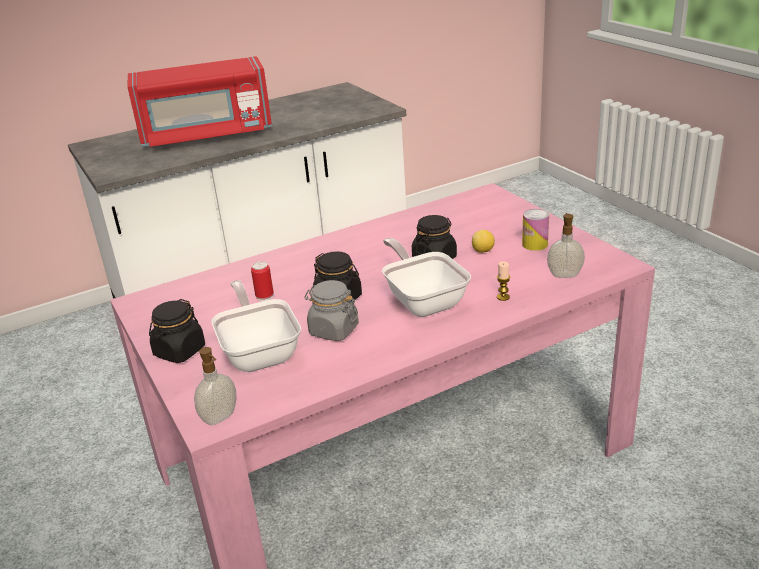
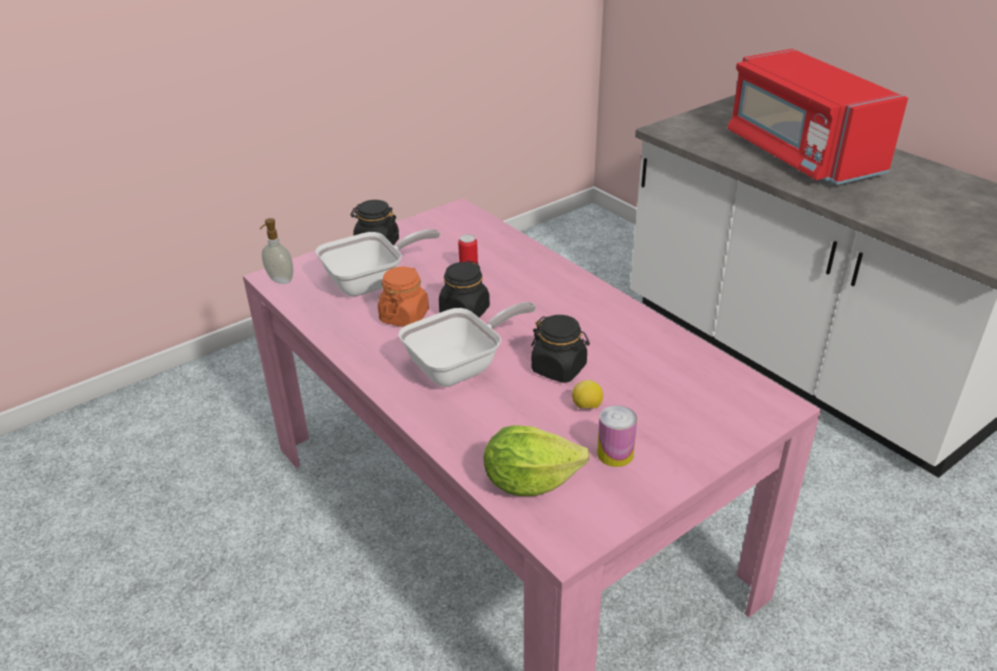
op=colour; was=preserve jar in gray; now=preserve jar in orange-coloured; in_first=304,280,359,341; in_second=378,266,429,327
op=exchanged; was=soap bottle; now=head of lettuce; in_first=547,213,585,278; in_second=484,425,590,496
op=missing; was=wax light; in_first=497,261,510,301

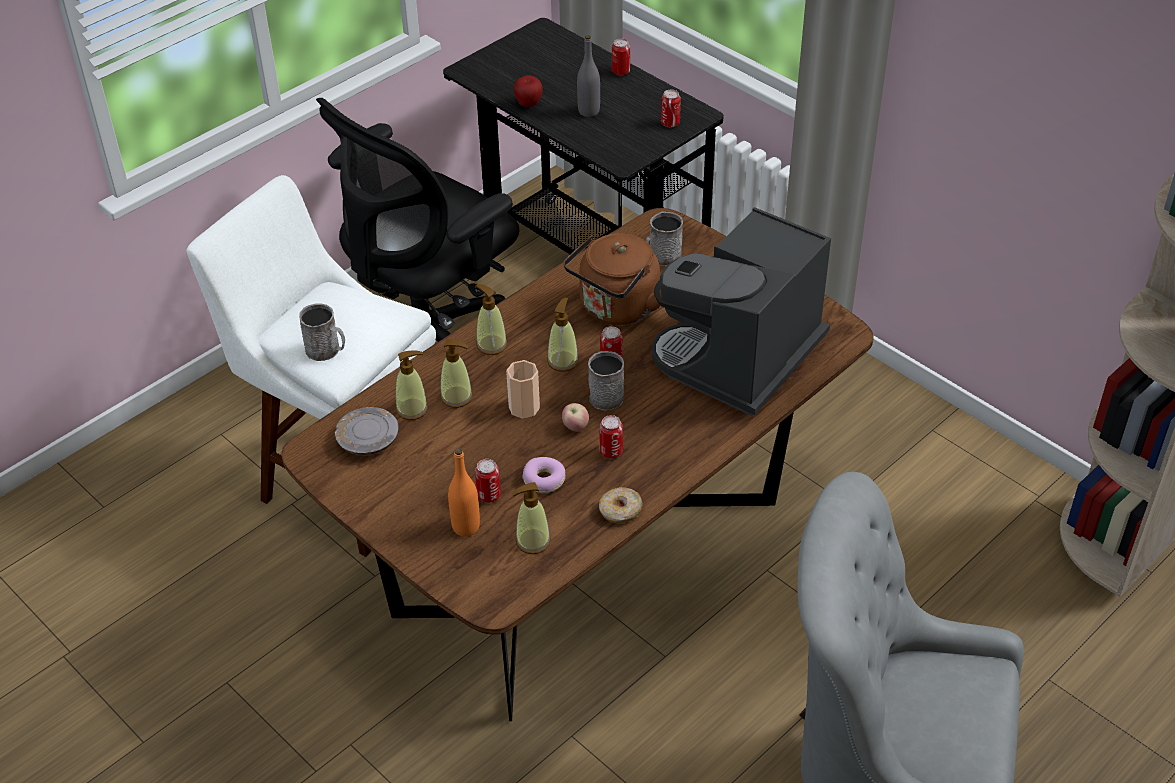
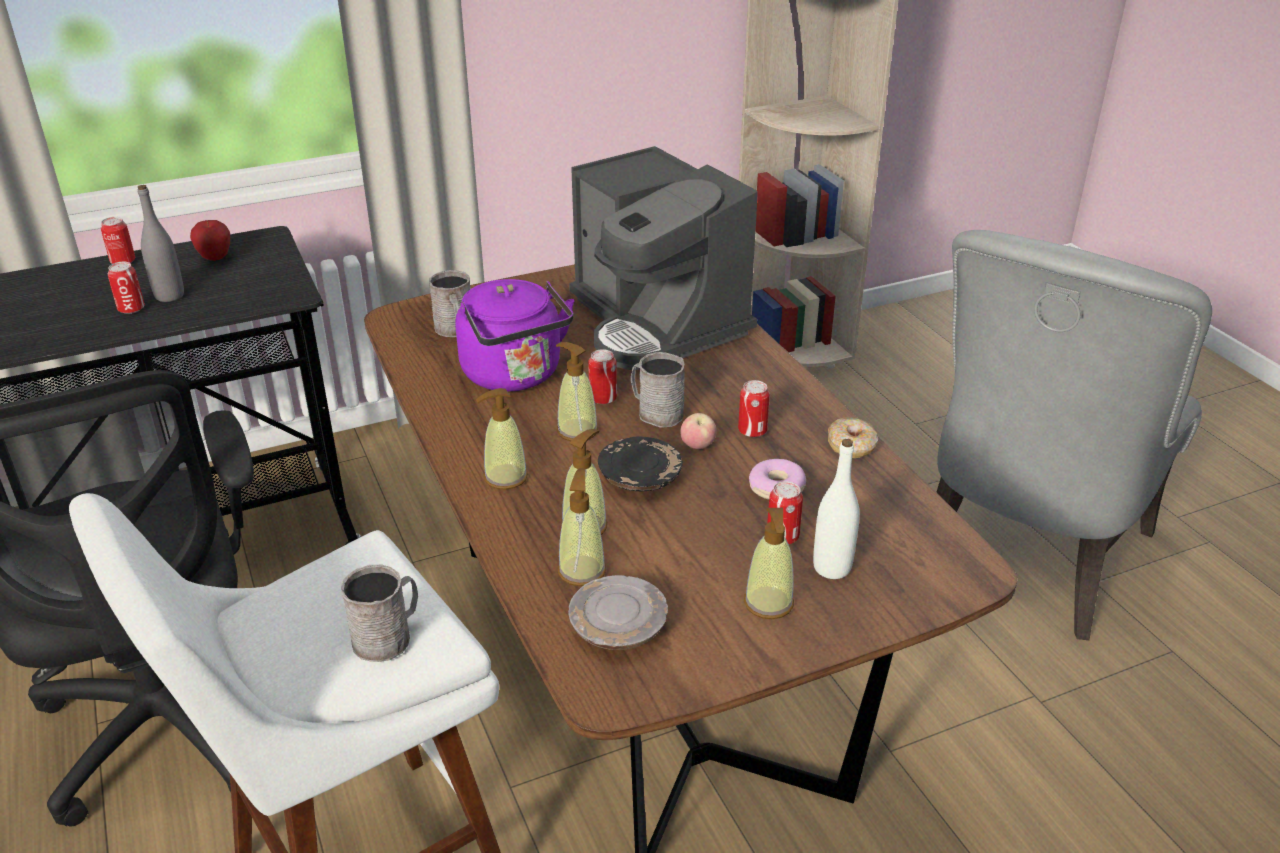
op=relocated; was=can; in_first=661,90,681,127; in_second=108,262,145,314
op=relocated; was=apple fruit; in_first=513,75,543,108; in_second=190,220,230,261
op=colour; was=water kettle in brown-coloured; now=water kettle in purple-coloured; in_first=564,233,662,325; in_second=455,279,574,391
op=exchanged; was=drinking cup; now=plate in blackish; in_first=506,360,540,419; in_second=598,436,683,491
op=relocated; was=soap bottle; in_first=512,482,551,554; in_second=744,508,794,619
op=colour; was=drink bottle in orange-coloured; now=drink bottle in white; in_first=448,448,480,537; in_second=813,439,860,579

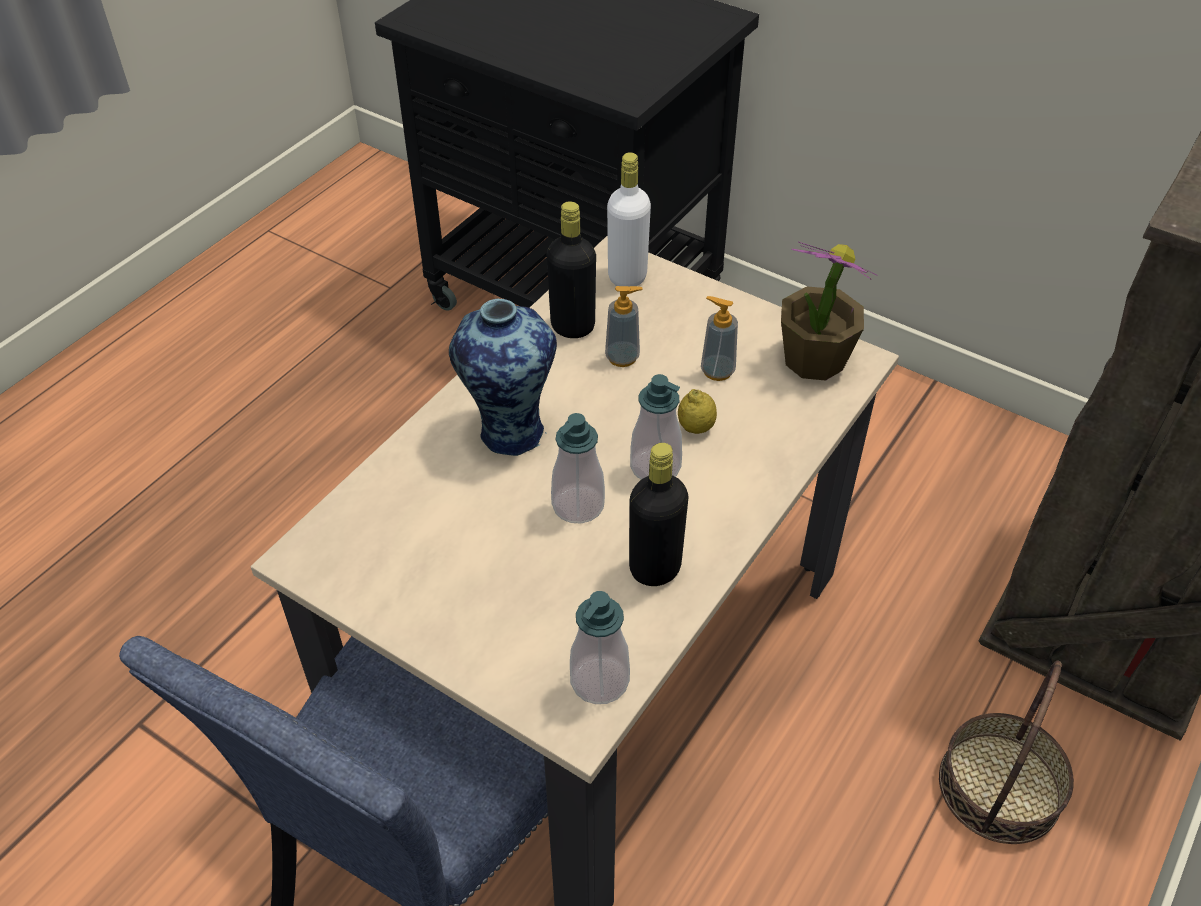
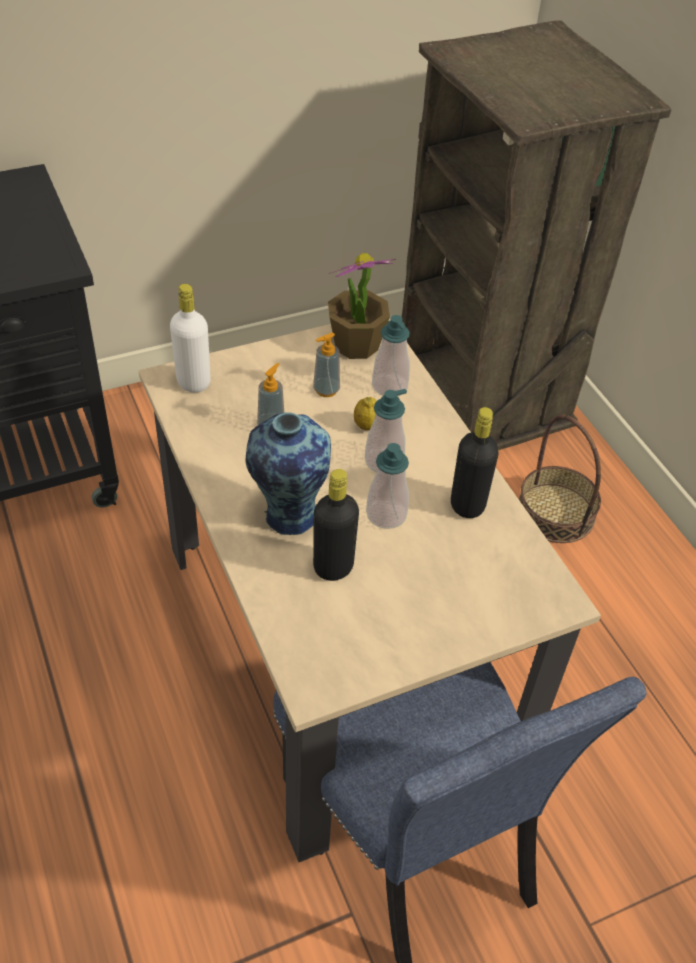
op=relocated; was=drink bottle in blackish; in_first=547,201,596,338; in_second=313,469,359,581
op=relocated; was=soap bottle; in_first=570,591,630,704; in_second=372,315,410,396

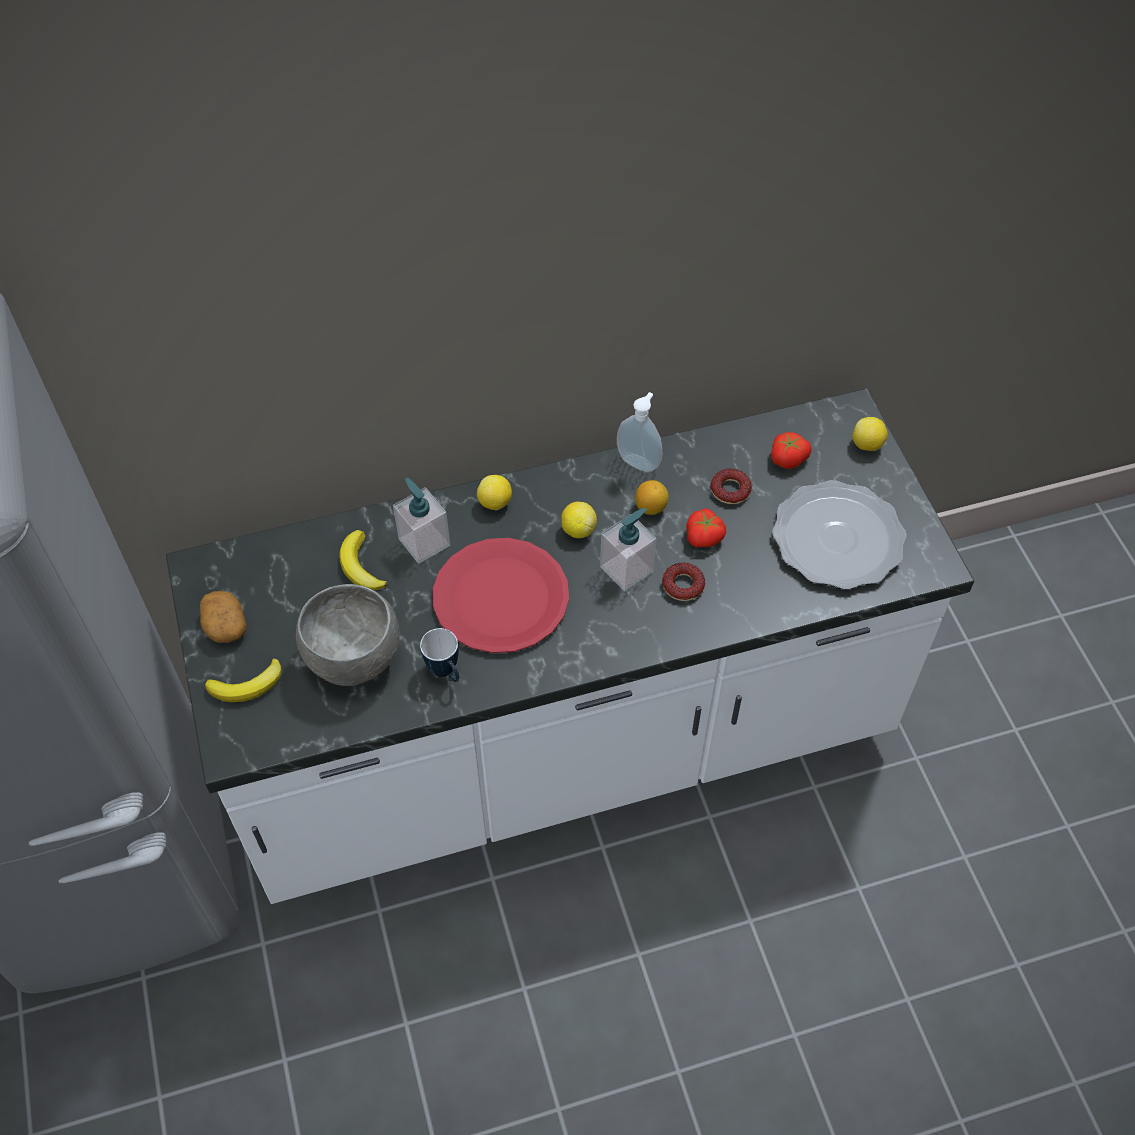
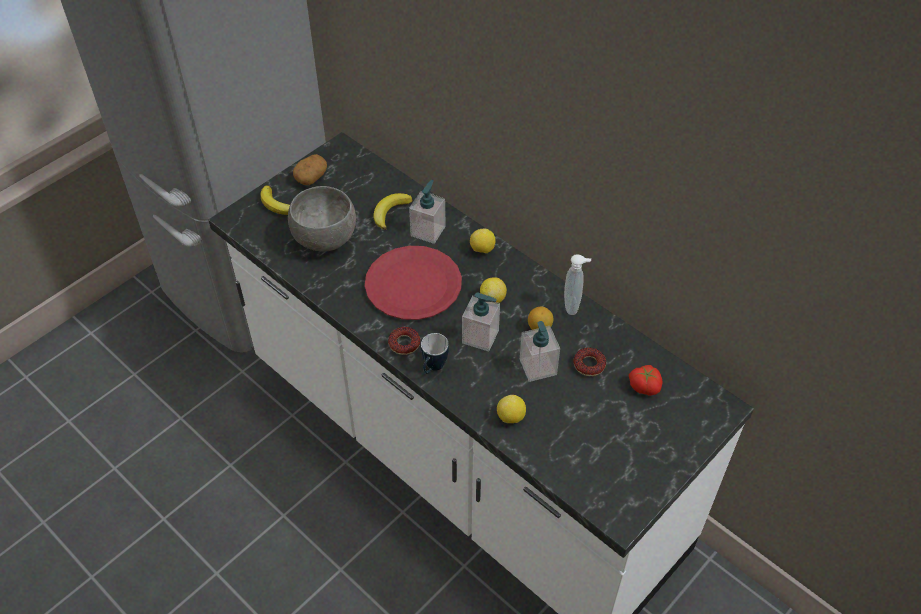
op=relocated; was=doughnut; in_first=662,563,705,601; in_second=388,327,420,355
op=relocated; was=coffee mug; in_first=420,628,459,682; in_second=421,333,449,374
op=relocated; was=whole lemon; in_first=853,417,888,451; in_second=497,395,526,423
op=exchanged; was=tomato; now=soap bottle; in_first=686,508,726,548; in_second=520,321,560,382
op=missing; was=plate; in_first=772,480,907,589

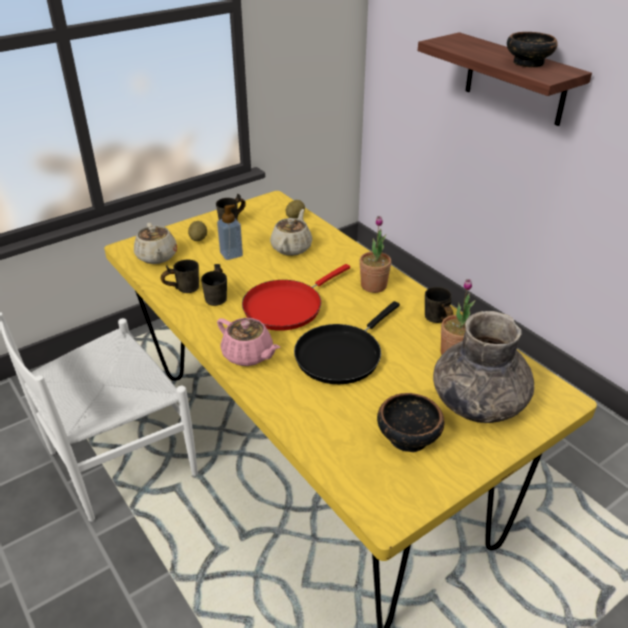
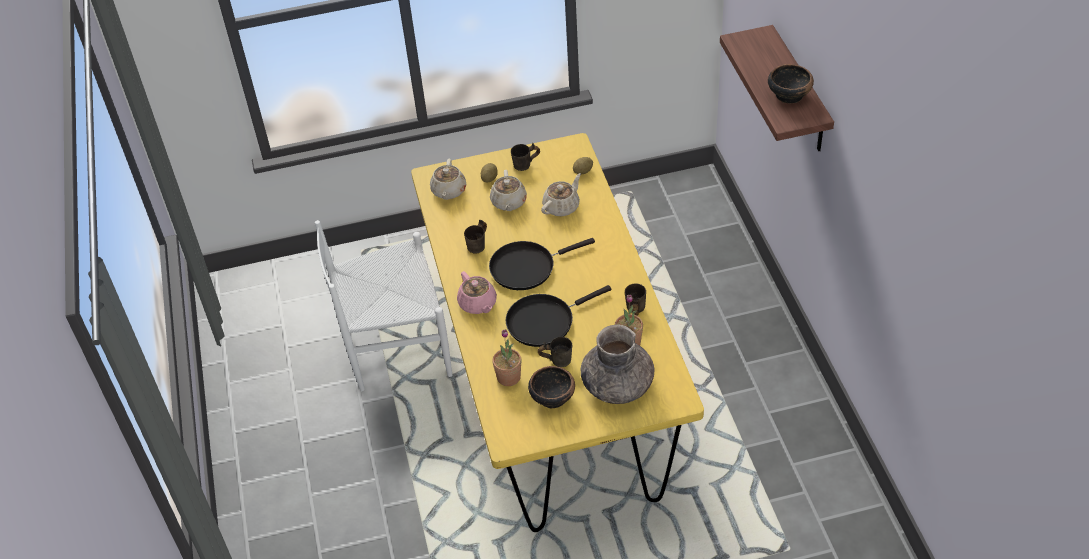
op=colour; was=frying pan in red; now=frying pan in blackish; in_first=242,264,350,331; in_second=489,238,595,290
op=exchanged; was=soap bottle; now=tea pot in beige-coloured; in_first=217,204,243,260; in_second=490,170,527,211
op=relocated; was=plant in a pot; in_first=359,216,391,293; in_second=492,329,521,386
op=relocated; was=coffee mug in gray; in_first=161,260,199,293; in_second=538,337,572,367

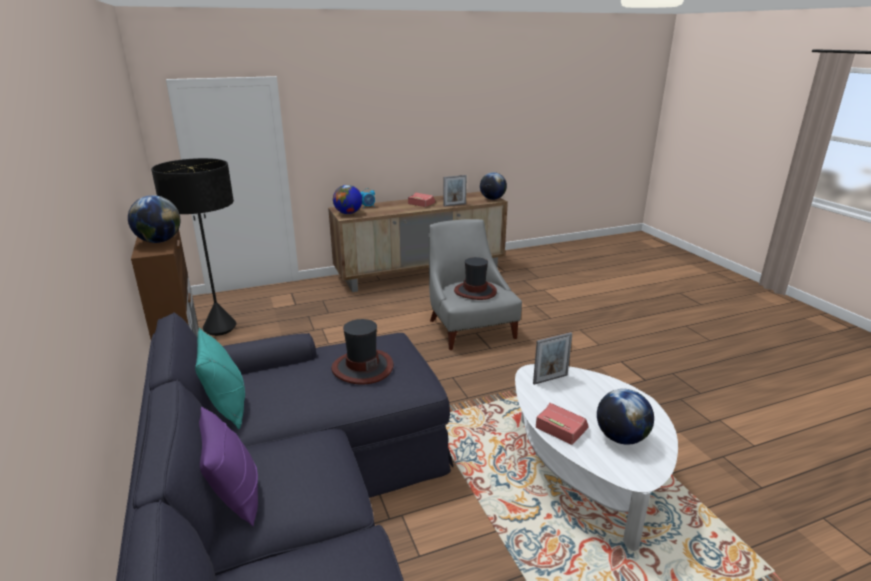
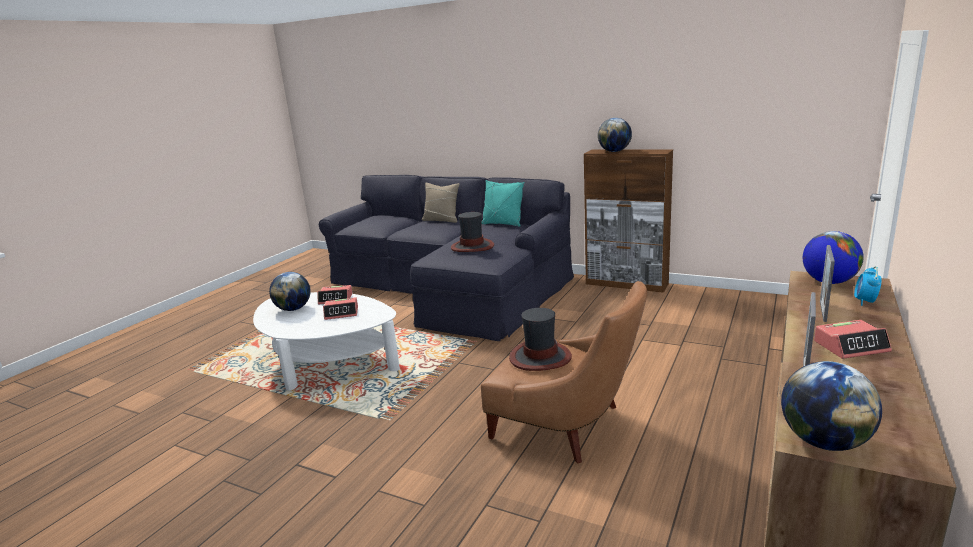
op=appeared; now=table clock; in_second=323,297,358,320
op=colour; was=cushion in purple-coloured; now=cushion in beige-coloured; in_first=199,407,258,526; in_second=422,183,459,223
op=colour; was=easy chair in gray; now=easy chair in brown-coloured; in_first=428,219,522,350; in_second=481,281,647,464
op=relocated; was=photo frame; in_first=533,332,573,385; in_second=820,245,835,322
op=missing; was=standing lamp in blackish; in_first=151,158,236,336

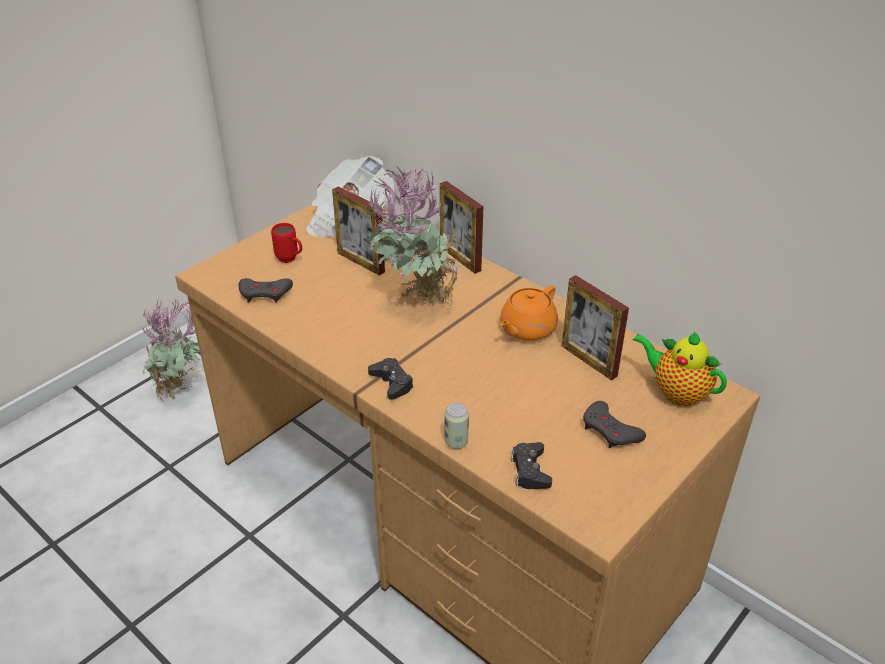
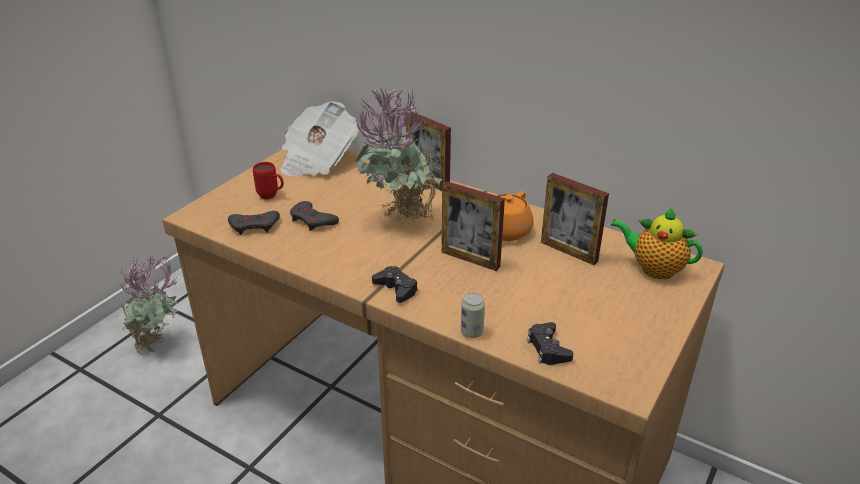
op=relocated; was=game controller in gray; in_first=583,401,646,448; in_second=290,201,339,231
op=relocated; was=photo frame; in_first=332,186,385,276; in_second=442,181,505,271

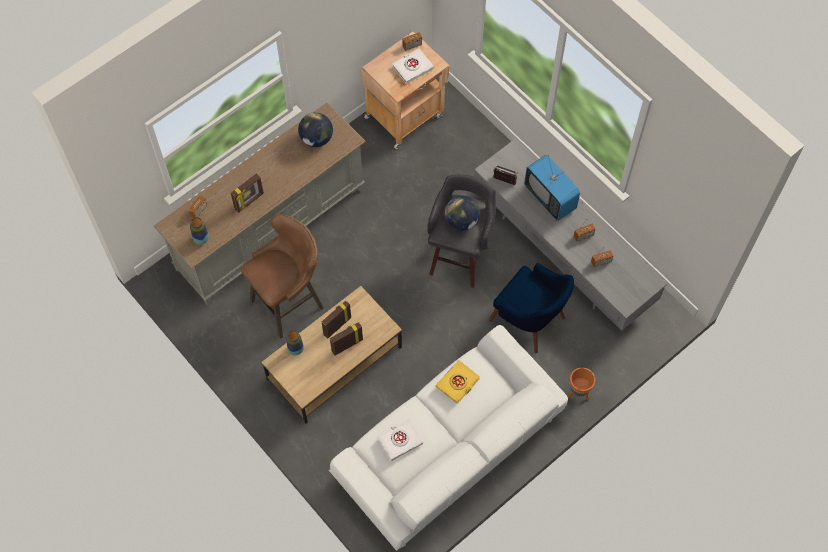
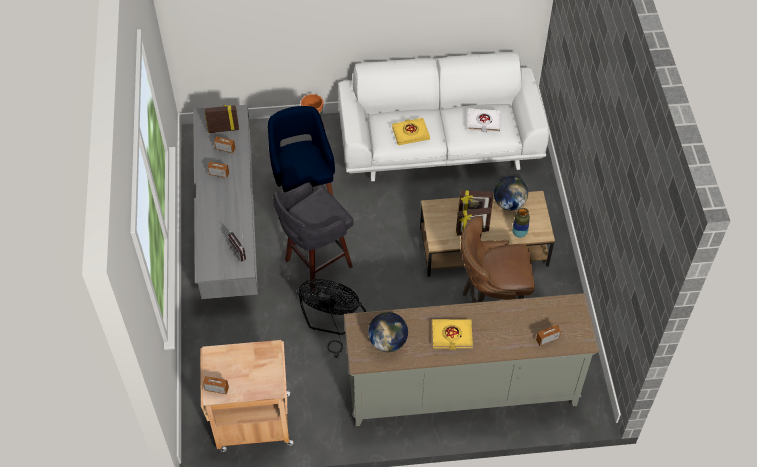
op=relocated; was=photo frame; in_first=231,173,264,213; in_second=204,105,239,133
op=appeared; now=fan in blackish; in_second=296,279,366,358
op=appeared; now=bound book in yellow; in_second=432,319,473,350
op=relocated; was=world globe; in_first=445,196,480,231; in_second=494,176,528,210
op=missing; was=vase; in_first=190,217,209,245
op=missing; was=bound book in white; in_first=392,49,434,84
op=missing; was=television; in_first=524,155,580,221

